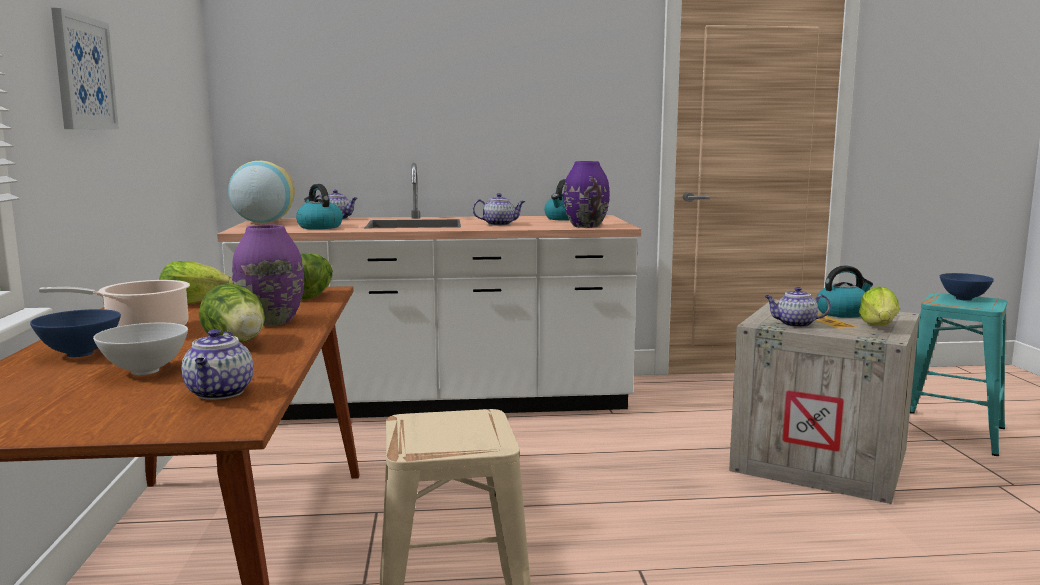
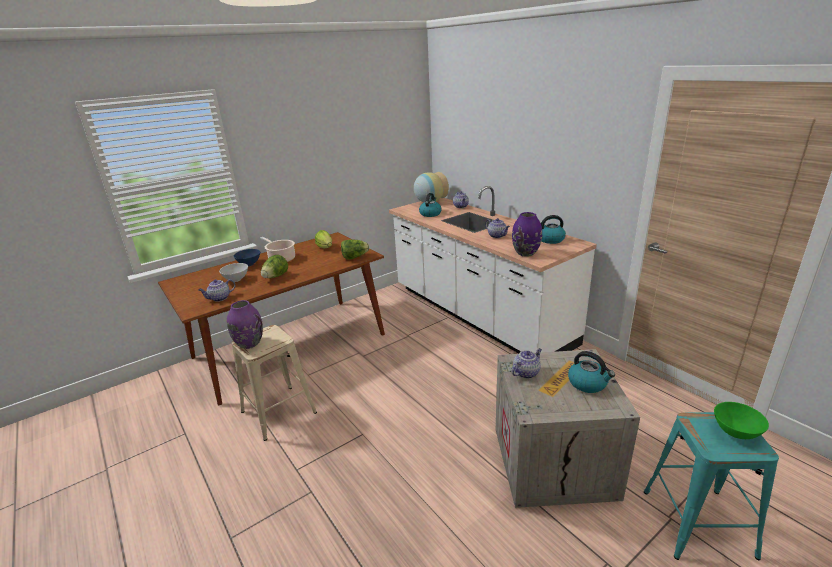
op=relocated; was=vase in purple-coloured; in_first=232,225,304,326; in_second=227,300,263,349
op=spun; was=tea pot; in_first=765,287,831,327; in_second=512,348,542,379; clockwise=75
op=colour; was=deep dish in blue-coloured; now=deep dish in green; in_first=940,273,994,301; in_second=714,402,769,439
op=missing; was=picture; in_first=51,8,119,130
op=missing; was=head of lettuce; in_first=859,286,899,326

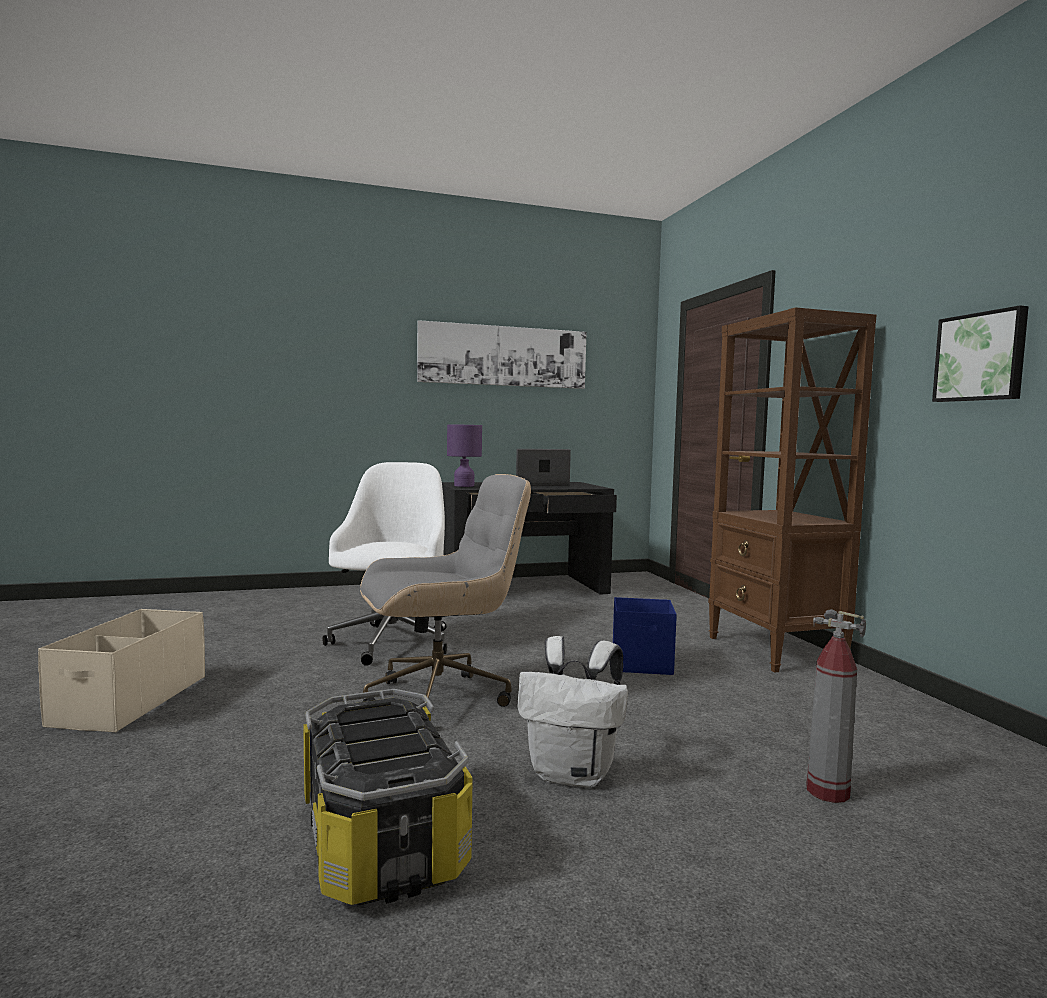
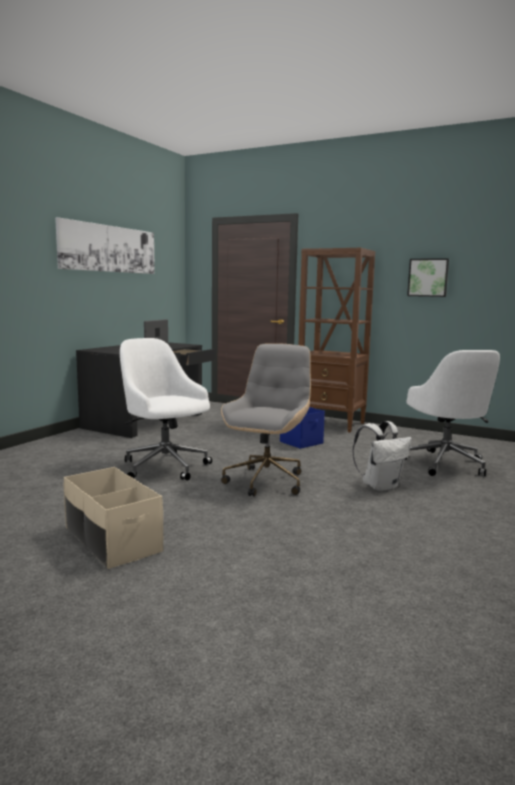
op=exchanged; was=fire-fighting cylinder; now=desk chair in white; in_first=806,609,866,803; in_second=405,350,500,476
op=missing; was=storage box; in_first=303,689,472,906
op=missing; was=table lamp in purple-coloured; in_first=447,424,482,487

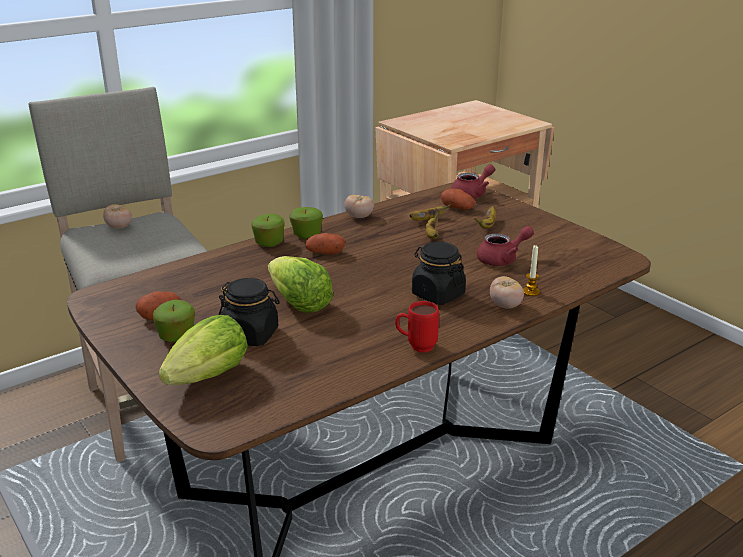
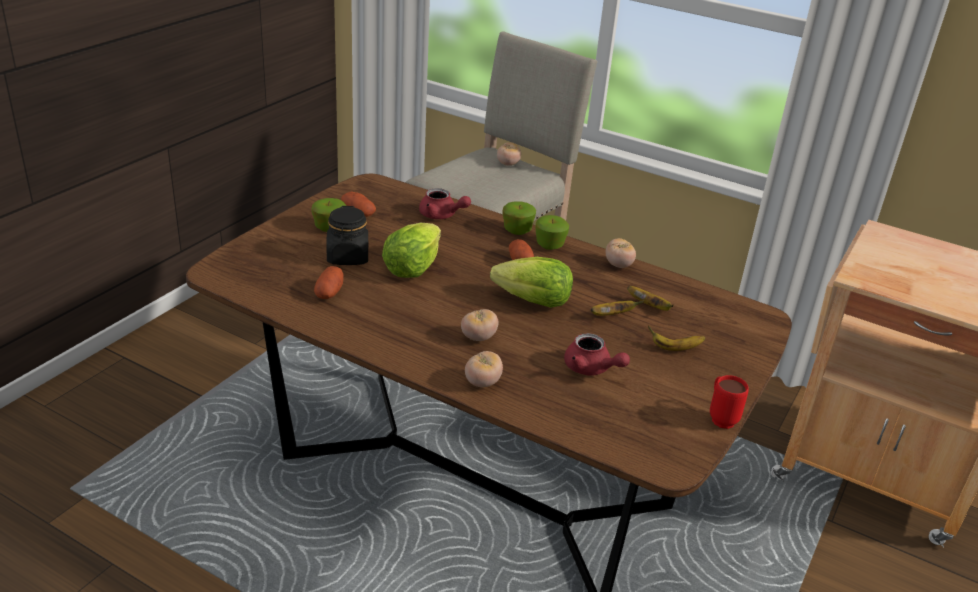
op=relocated; was=whole potato; in_first=441,189,475,210; in_second=314,266,344,299
op=relocated; was=tea pot in red; in_first=451,164,495,199; in_second=419,188,471,219
op=exchanged; was=preserve jar in blackish; now=tomato; in_first=412,242,466,305; in_second=461,309,498,341
op=relocated; was=head of lettuce; in_first=159,315,248,385; in_second=490,257,573,308
op=relocated; was=coffee mug in red; in_first=395,301,439,353; in_second=710,375,749,429
op=missing; was=wax light; in_first=523,245,540,296

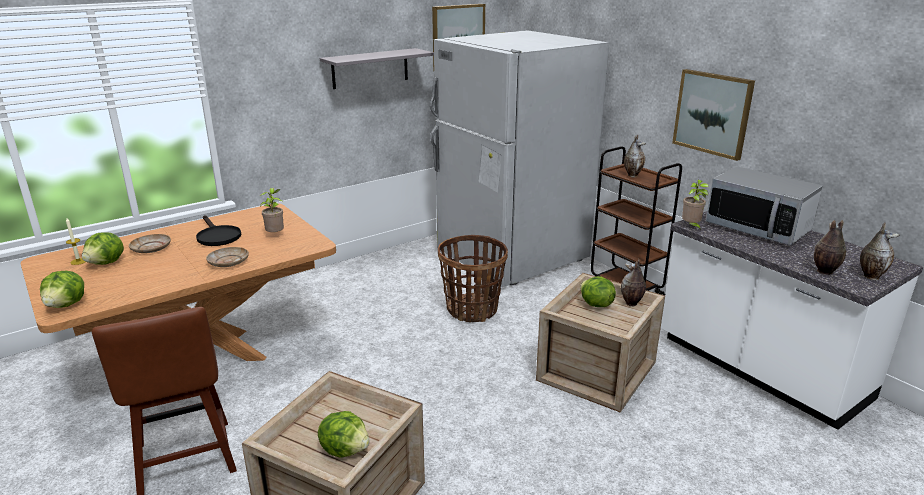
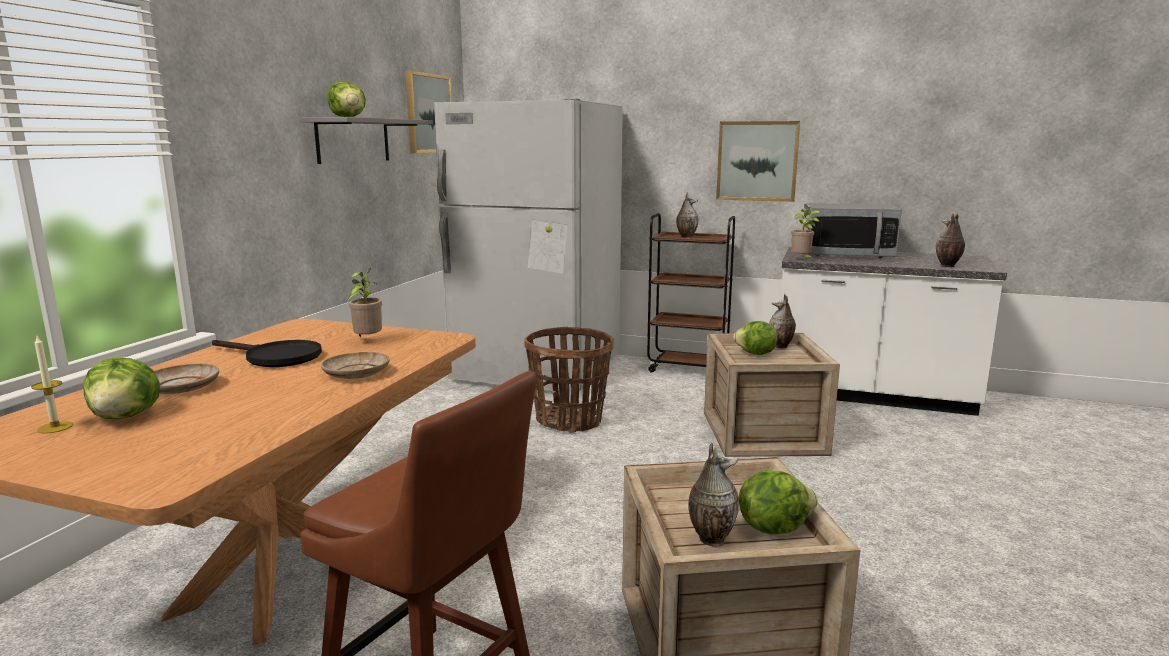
op=relocated; was=head of lettuce; in_first=40,271,84,308; in_second=328,82,366,117
op=relocated; was=vase; in_first=860,223,900,280; in_second=688,443,739,547

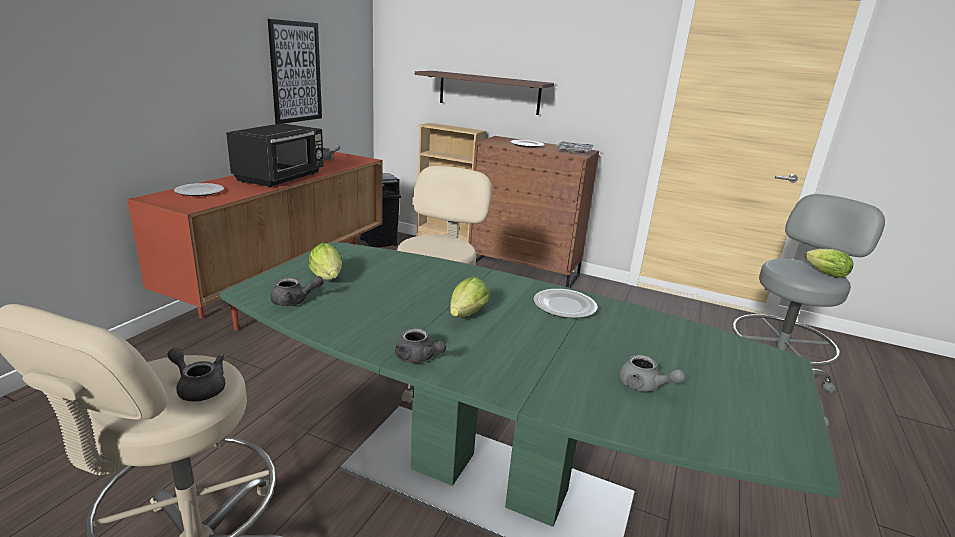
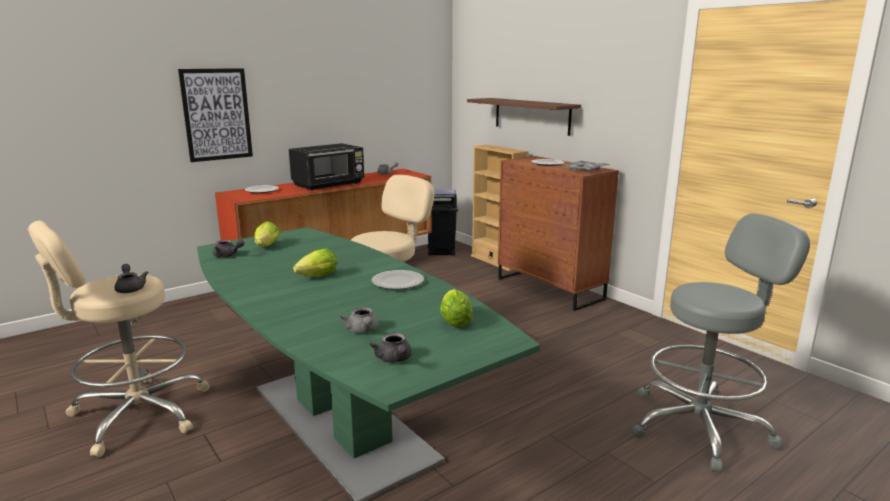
op=relocated; was=picture; in_first=268,19,322,124; in_second=178,68,253,162
op=relocated; was=tea pot in gray; in_first=395,328,446,363; in_second=370,333,412,363
op=relocated; was=head of lettuce; in_first=804,249,853,278; in_second=440,289,473,327

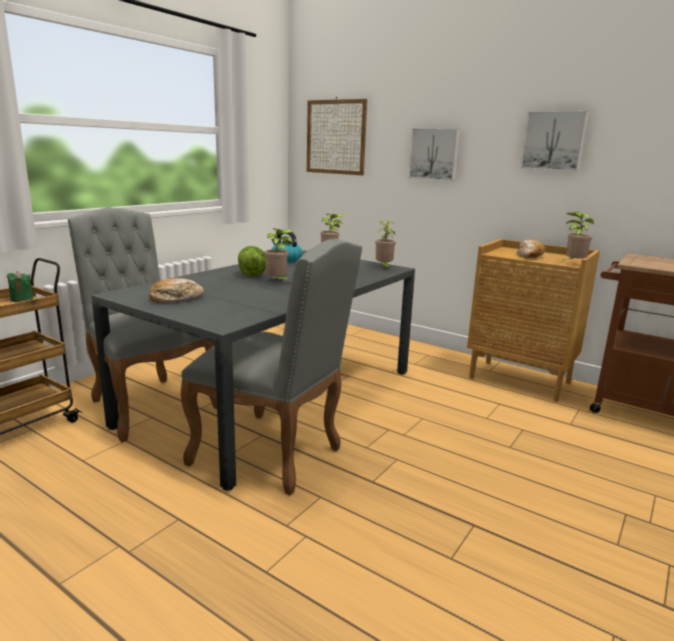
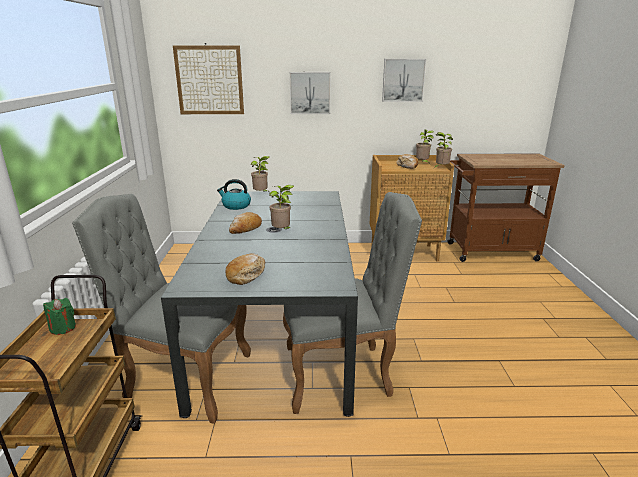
op=exchanged; was=head of lettuce; now=bakery bread; in_first=238,246,266,276; in_second=229,212,262,234
op=relocated; was=plant in a pot; in_first=375,221,396,270; in_second=416,129,434,163

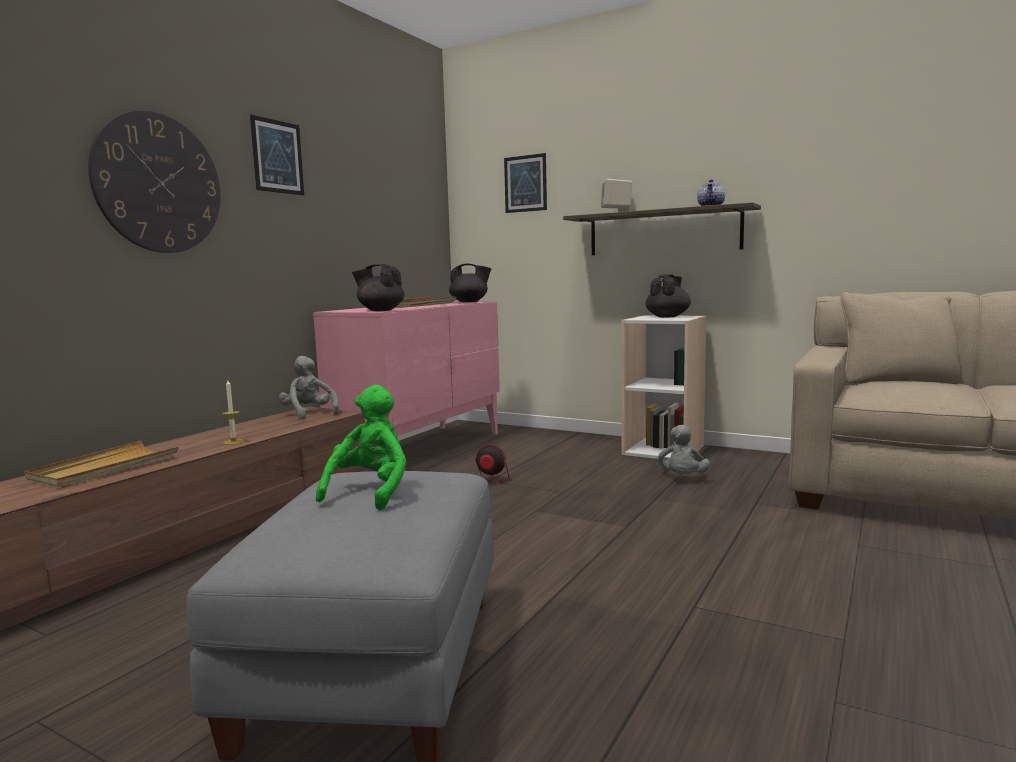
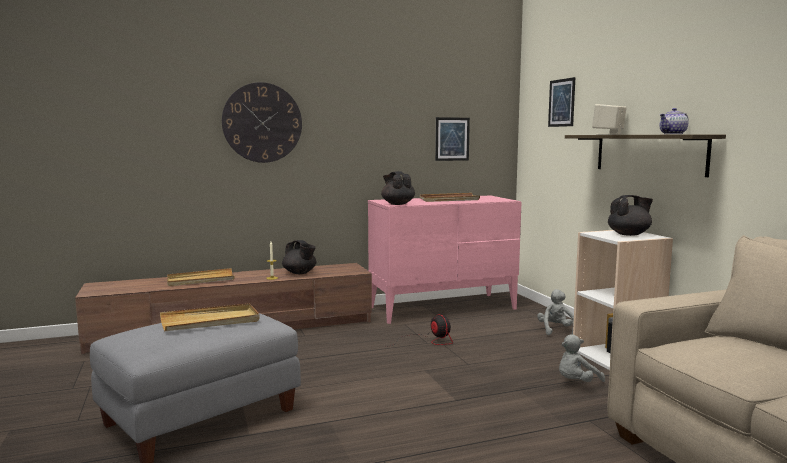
op=exchanged; was=soft toy in green; now=serving tray in beige-coloured; in_first=316,385,407,510; in_second=160,303,260,331
op=relocated; was=tea pot in blackish; in_first=449,264,491,302; in_second=282,240,316,274
op=relocated; was=picture; in_first=250,115,304,195; in_second=435,117,470,161
op=relocated; was=soft toy in gray; in_first=279,356,339,418; in_second=537,289,574,335

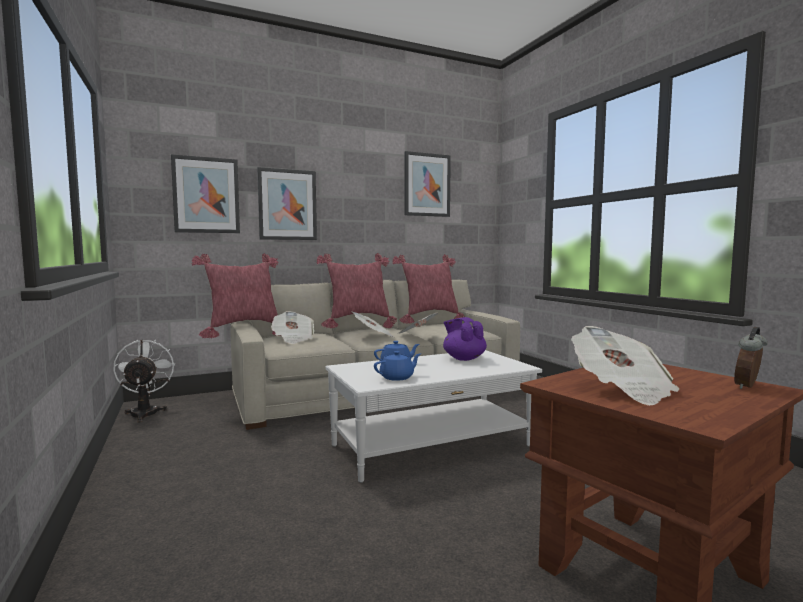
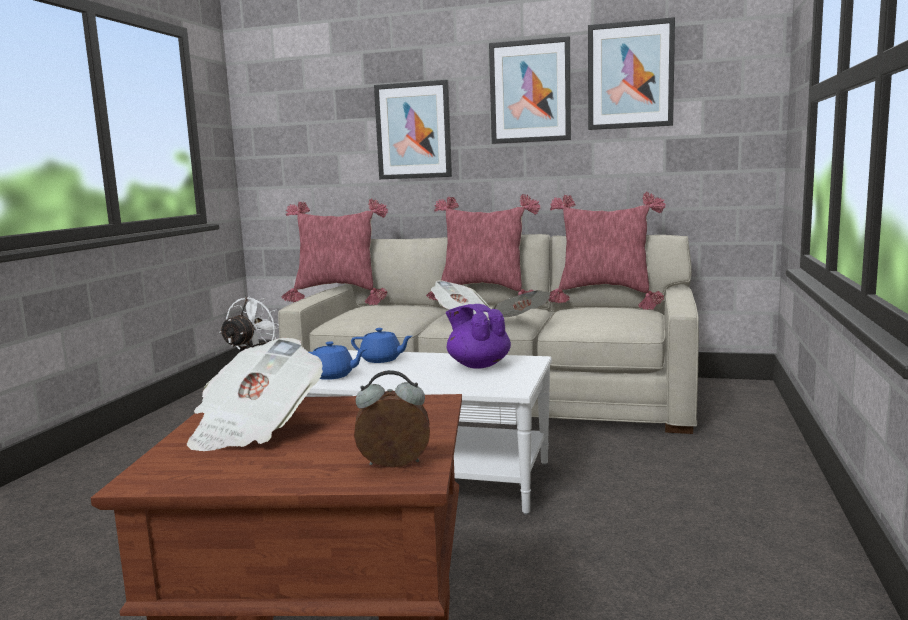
op=spun; was=tea pot in purple-coloured; in_first=443,317,487,361; in_second=446,304,511,368; clockwise=-45
op=relocated; was=picture; in_first=171,154,240,233; in_second=489,36,571,144
op=missing; was=daily paper; in_first=270,311,314,344

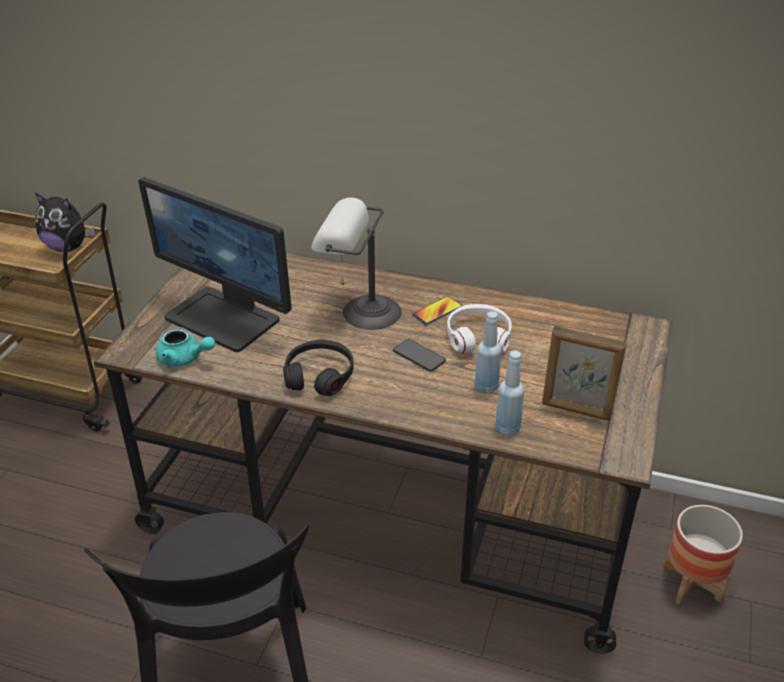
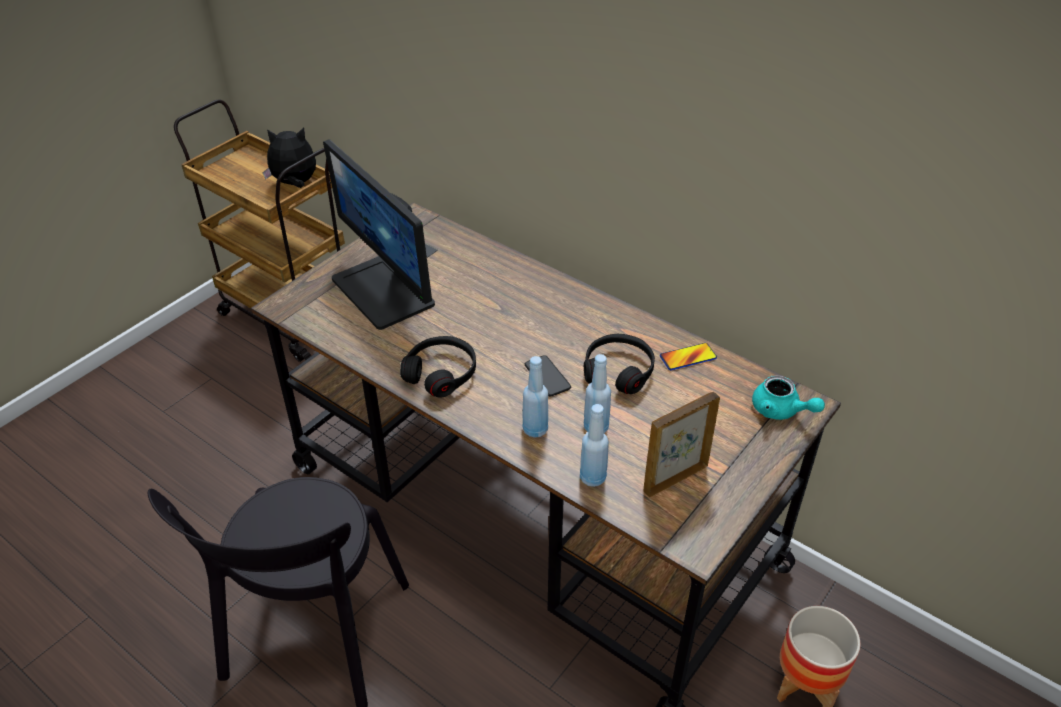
op=spun; was=soft toy; in_first=35,193,95,252; in_second=262,127,316,188; clockwise=135
op=appeared; now=drink bottle in blue-coloured; in_second=523,356,548,438
op=colour; was=pair of headphones in white; now=pair of headphones in blackish; in_first=447,304,512,353; in_second=584,334,655,394
op=spun; was=photo frame; in_first=542,326,627,421; in_second=644,392,720,497; clockwise=105
op=relocated; was=handset; in_first=412,296,462,325; in_second=660,343,717,370
op=relocated; was=tea pot in blue-green; in_first=156,327,215,367; in_second=752,375,825,420
op=missing; was=table lamp; in_first=311,197,402,330

